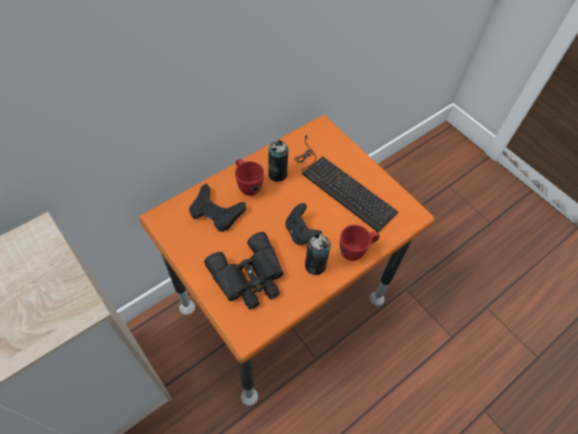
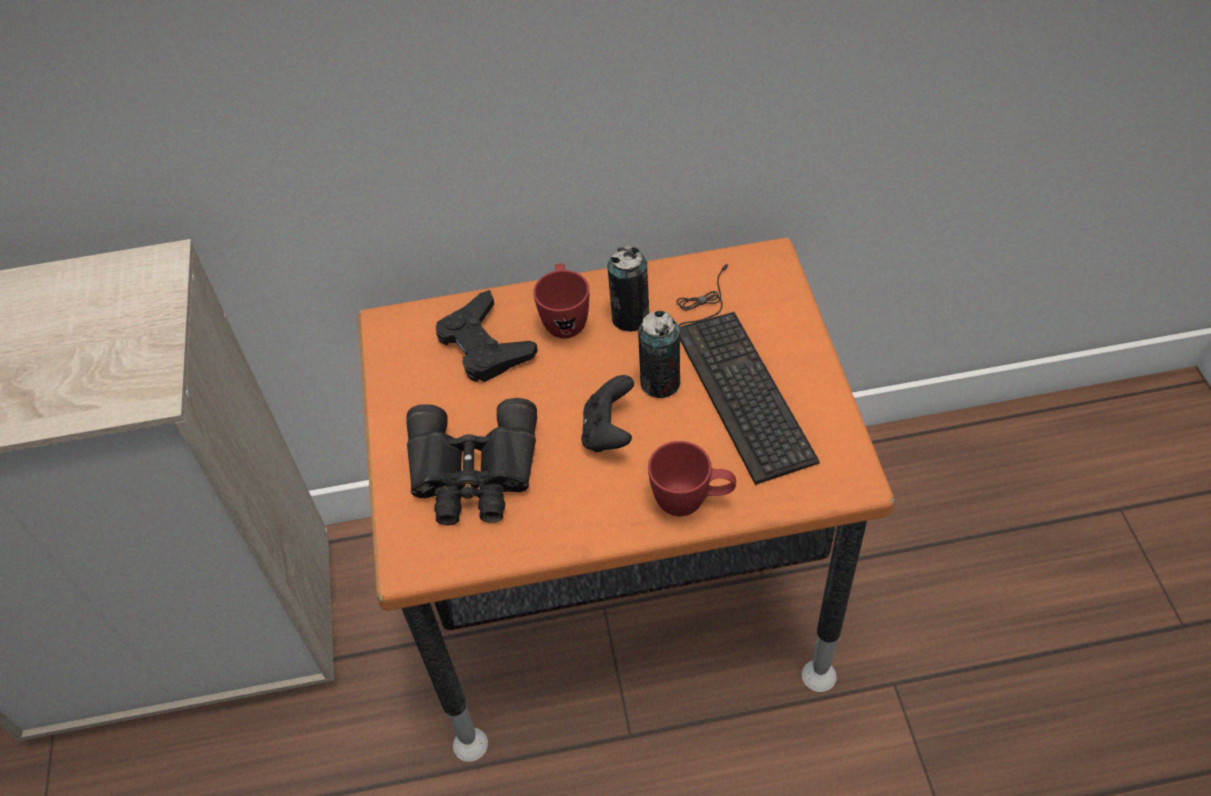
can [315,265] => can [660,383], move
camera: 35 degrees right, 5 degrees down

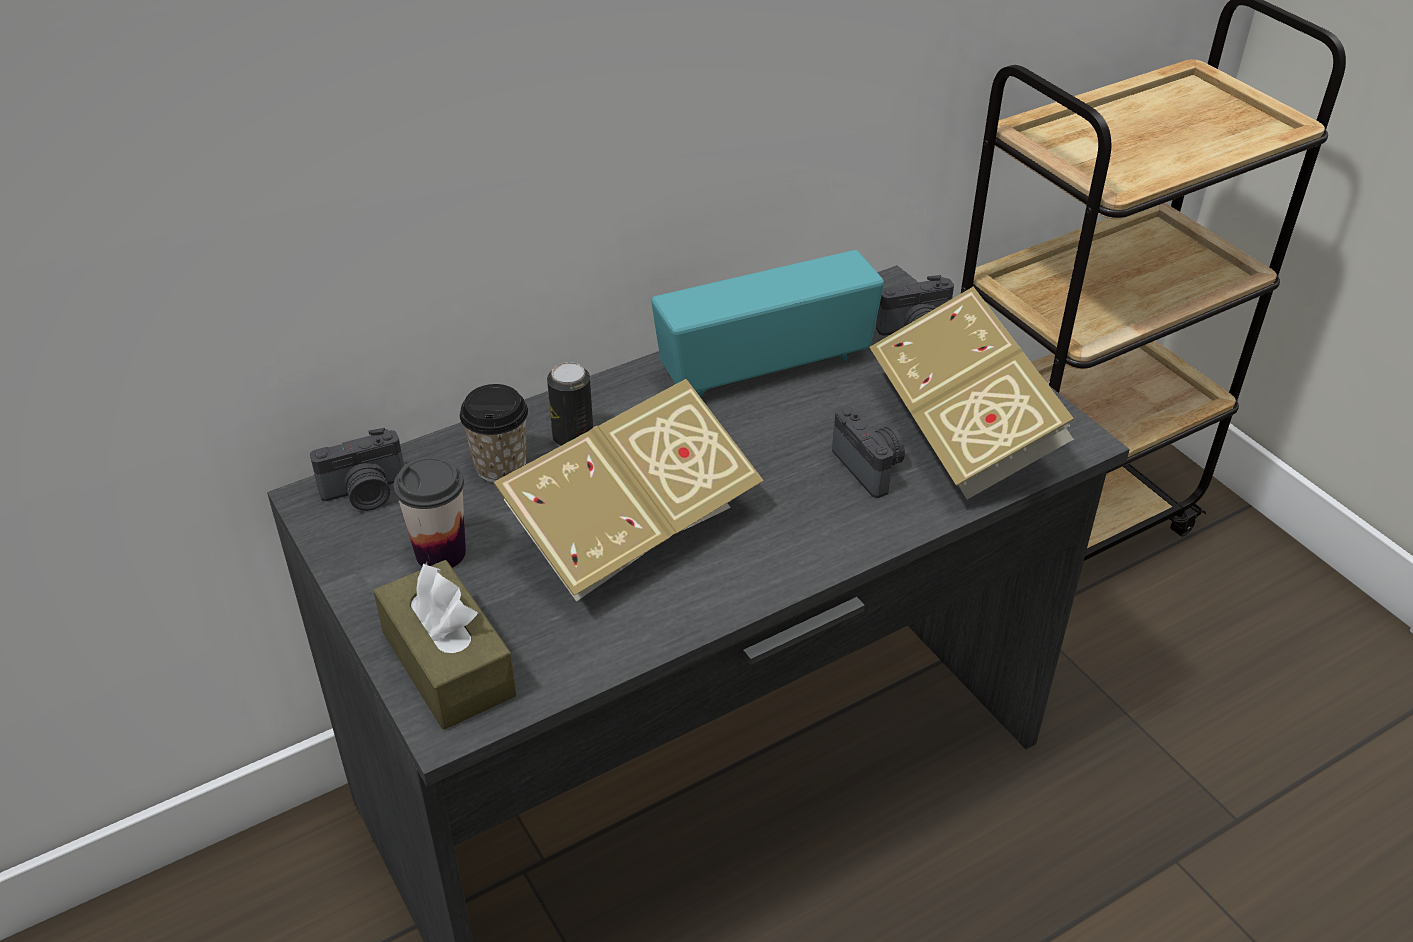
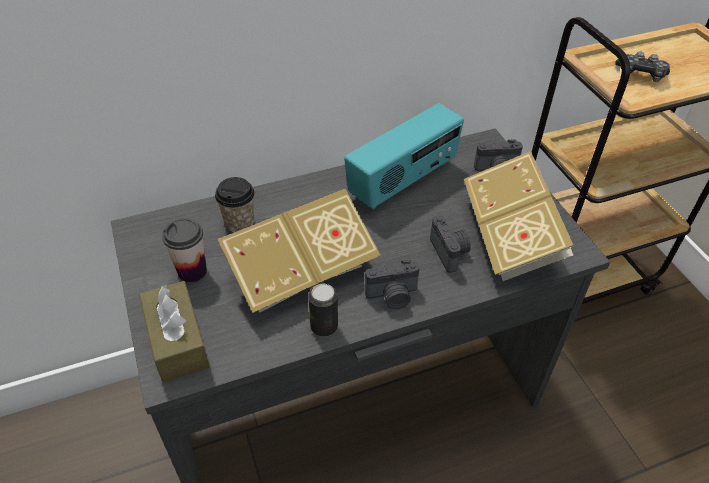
can [573,437] => can [324,326], move
radio_set [764,366] => radio_set [403,181], 150 degrees clockwise
still_camera [366,493] => still_camera [392,296], move
nothing => game_controller [640,75]
camera: 10 degrees right, 5 degrees up

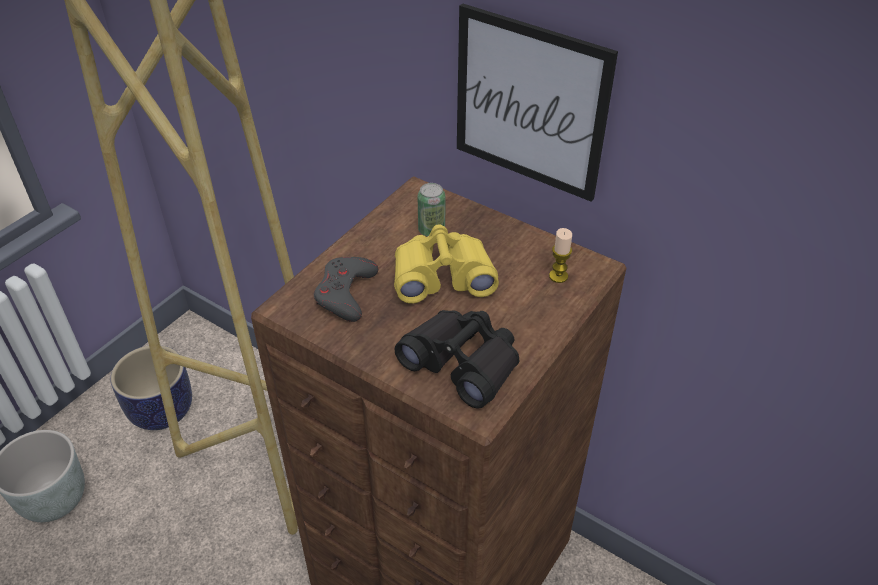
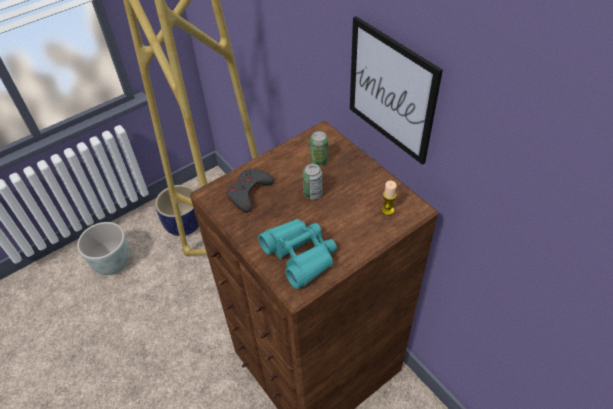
blackish_binoculars [463,363] => turquoise_binoculars [300,256]
yellowish_binoculars [442,276] => can [313,194]
camera: 20 degrees right, 5 degrees up

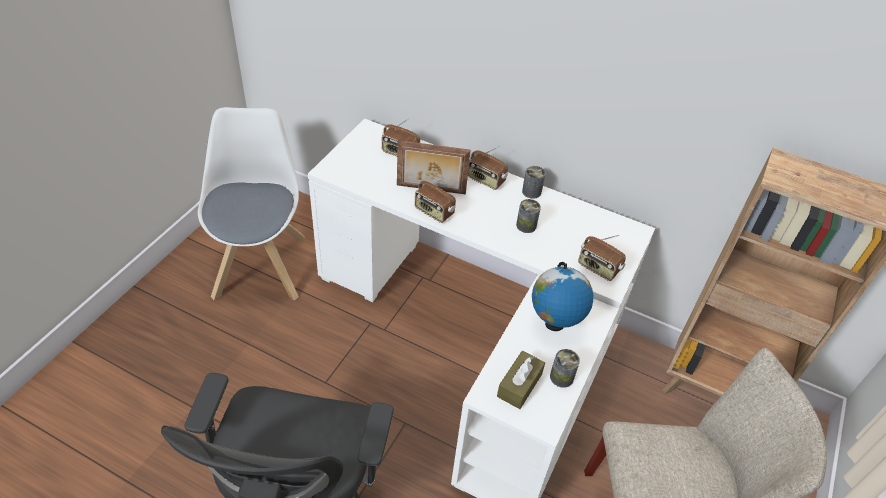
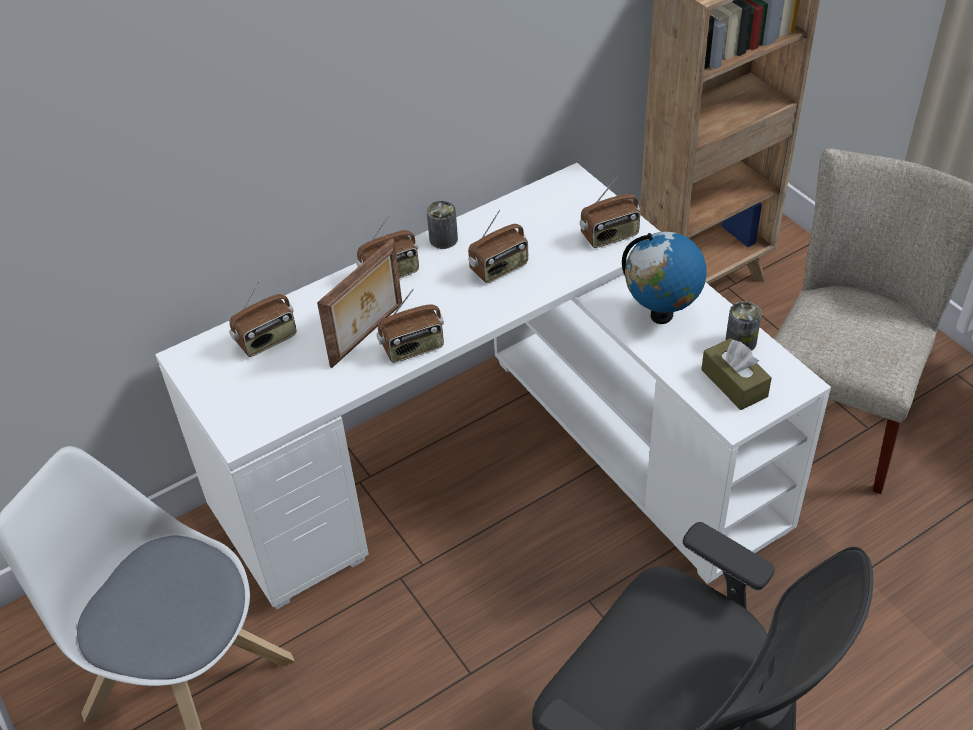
can [526,225] => radio_set [499,269]
camera: 55 degrees left, 0 degrees up

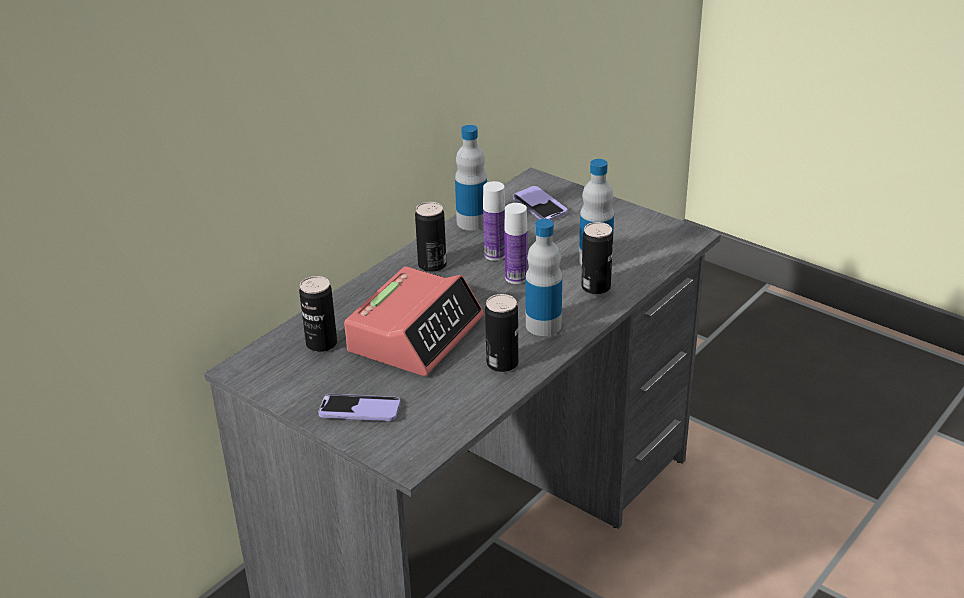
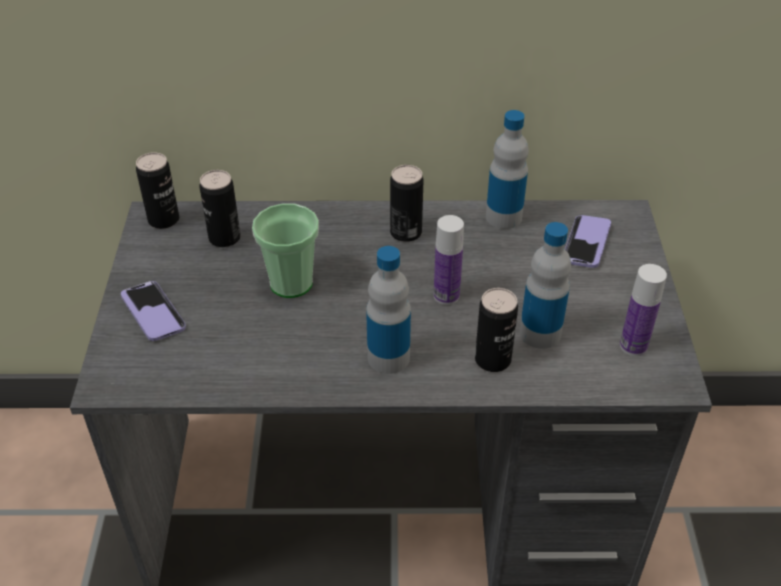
can [502,363] => can [163,220], move
table_clock [416,334] => drinking_cup [291,283]
beverage_bottle [495,255] => beverage_bottle [633,346], move
camera: 50 degrees right, 10 degrees up

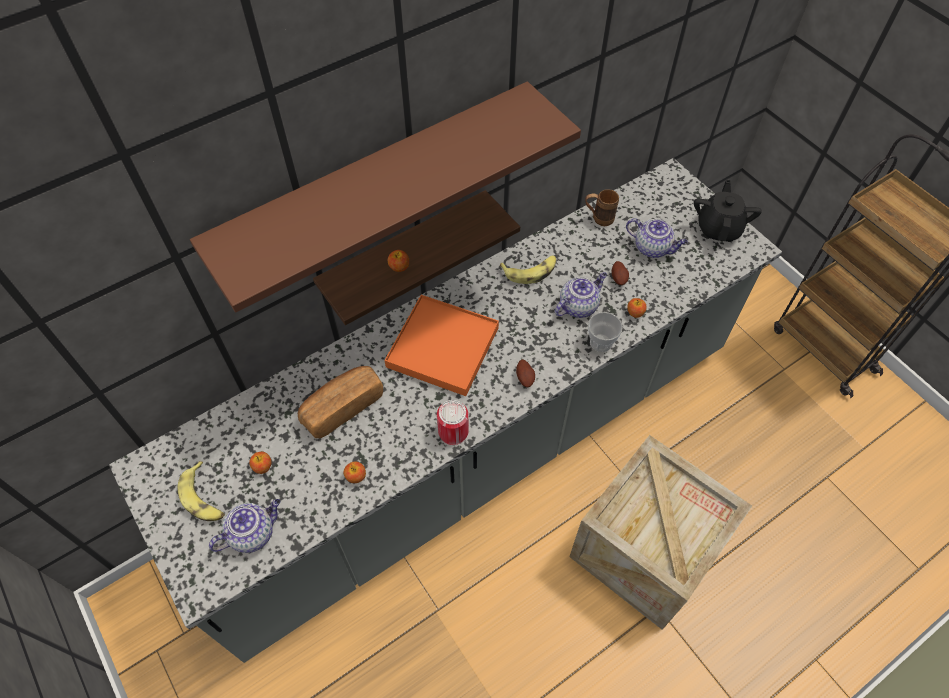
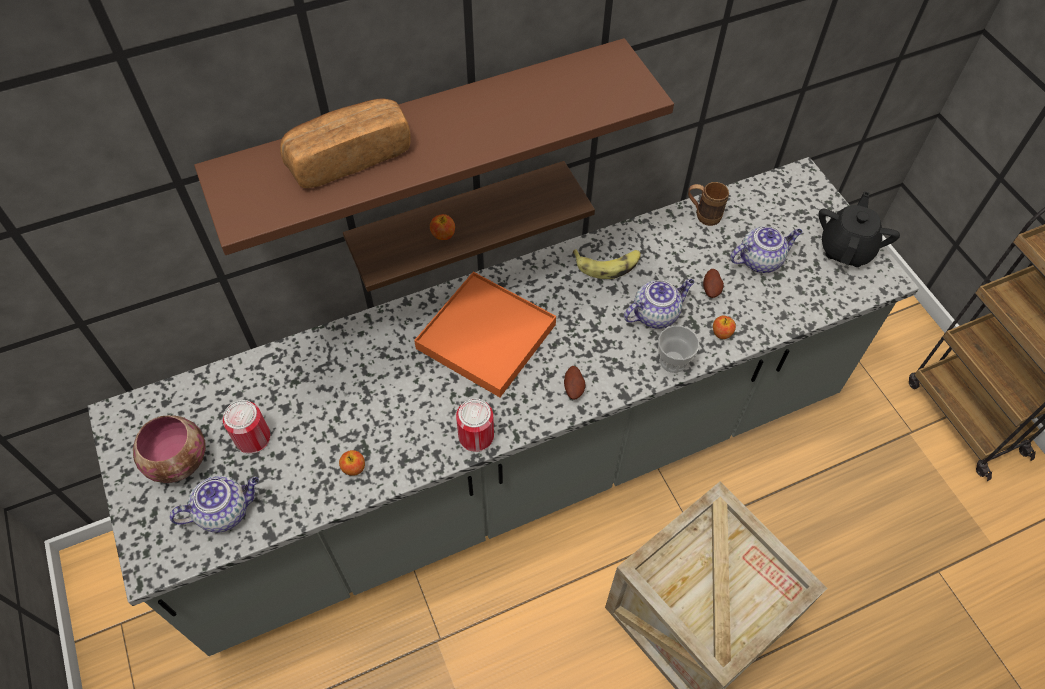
whole_banana [204,498] => serving_bowl [180,461]
whole_apple [263,466] => can [253,438]
bread [342,407] => bread [349,157], move
tea_pot [653,248] => tea_pot [760,260], 60 degrees counterclockwise
camera: 10 degrees right, 0 degrees up

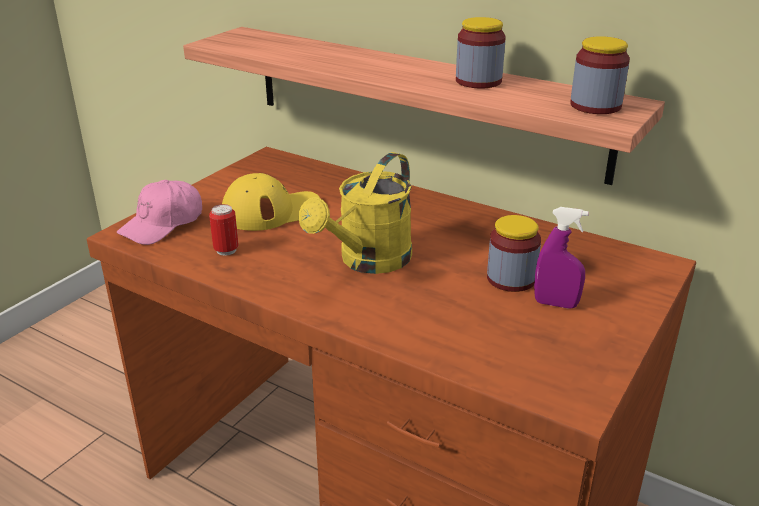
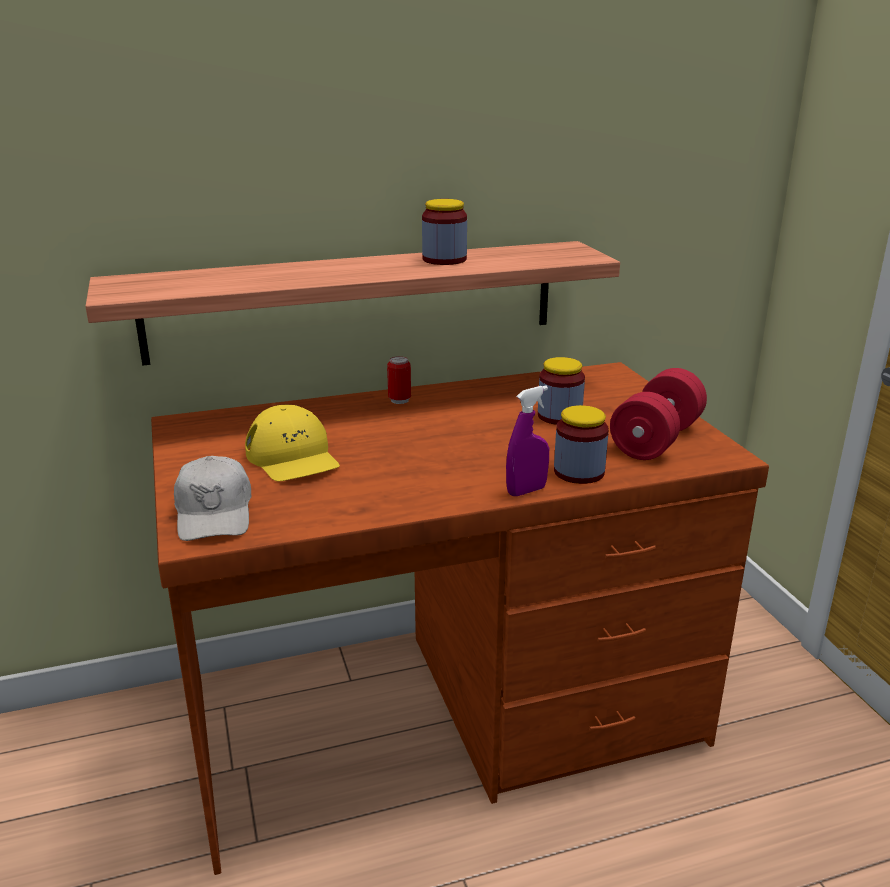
pink_baseball_cap [163,224] => white-coloured_baseball_cap [215,513]
yellowish_baseball_cap [271,211] => yellowish_baseball_cap [293,457], 135 degrees clockwise
can [226,250] => can [399,400], move
purple_hand_sprayer [555,304] => purple_hand_sprayer [526,491], move
preserve_jar [595,106] => preserve_jar [579,472], move
nothing => red_dumbbell [656,440]
yellowish_watering_pot [368,261] => nothing
camera: 50 degrees left, 5 degrees down

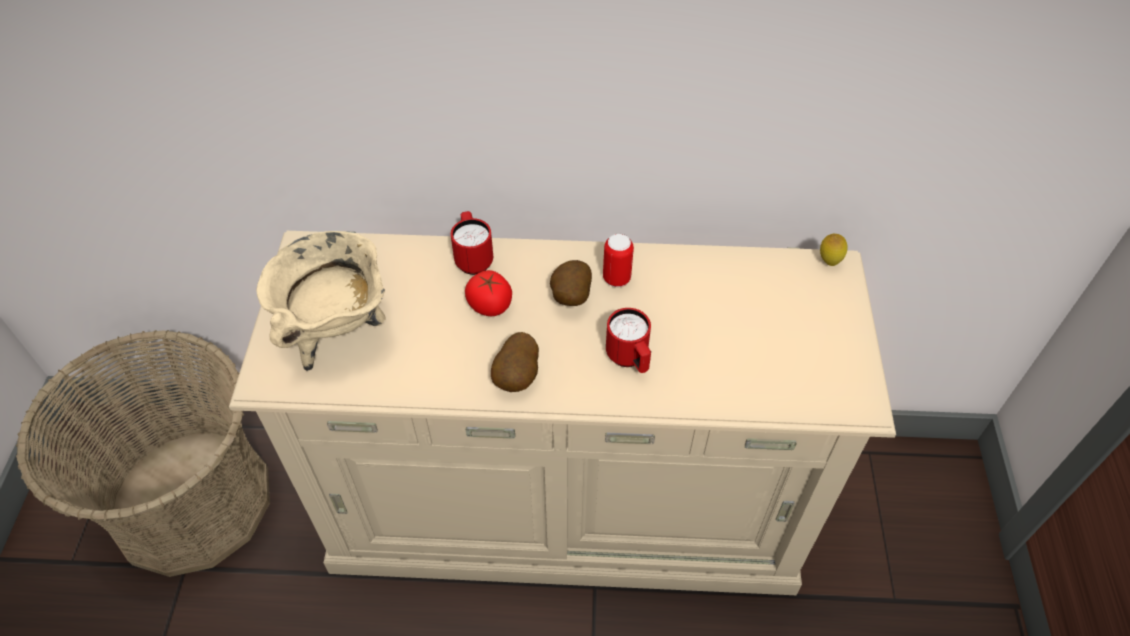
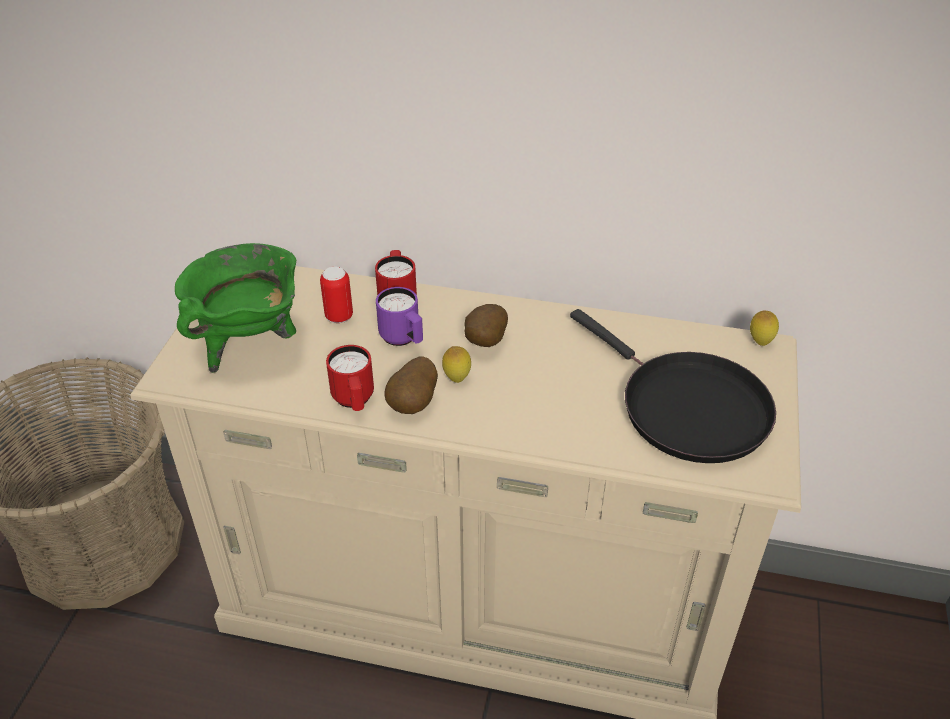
sand-coloured_cooking_pot [338,331] => green-coloured_cooking_pot [250,343]
can [616,278] => can [339,316], move
red_tea_mug [629,359] => red_tea_mug [354,401], move
tomato [490,305] => purple_tea_mug [403,339]
nothing => lemon [457,378]
nothing => blackish_pan [686,408]
camera: 10 degrees right, 10 degrees down

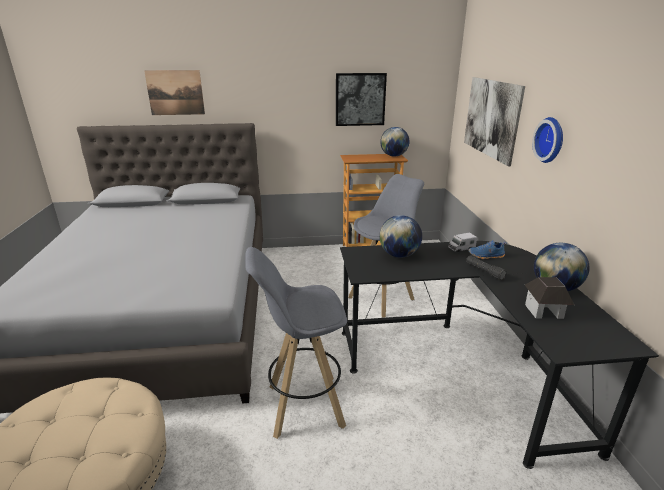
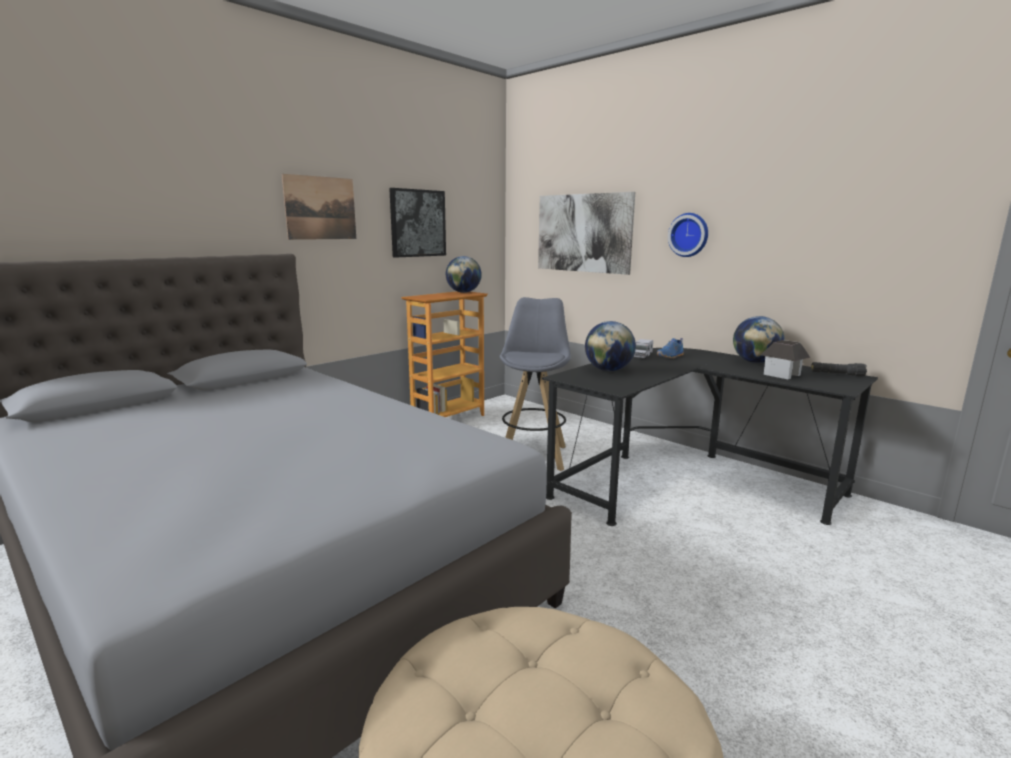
wall_picture [175,92] => wall_picture [320,208], move
blackish_flashlight [484,271] => blackish_flashlight [837,374], move
grey_sitting_stool [302,405] => nothing
camera: 40 degrees left, 10 degrees down

